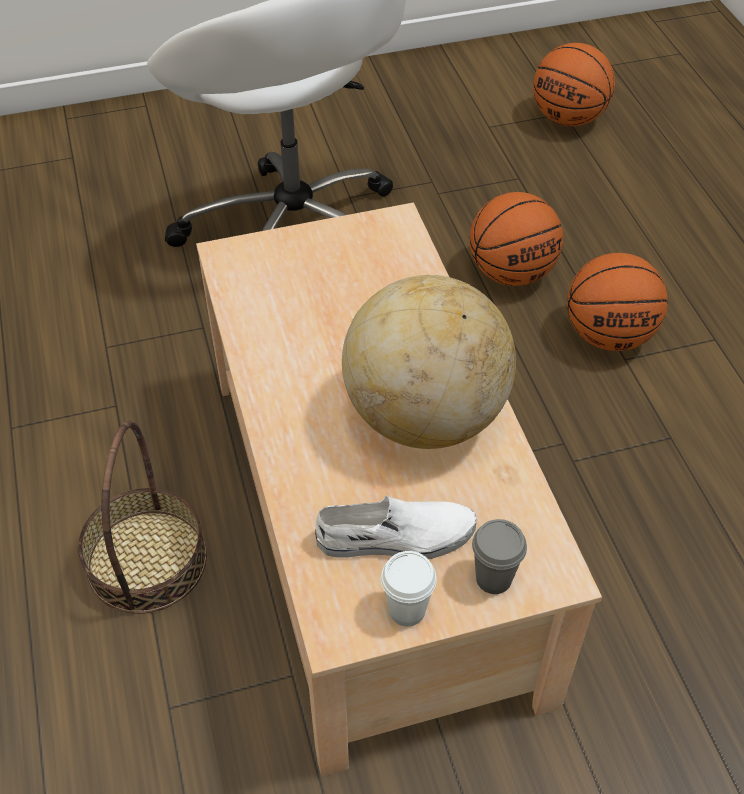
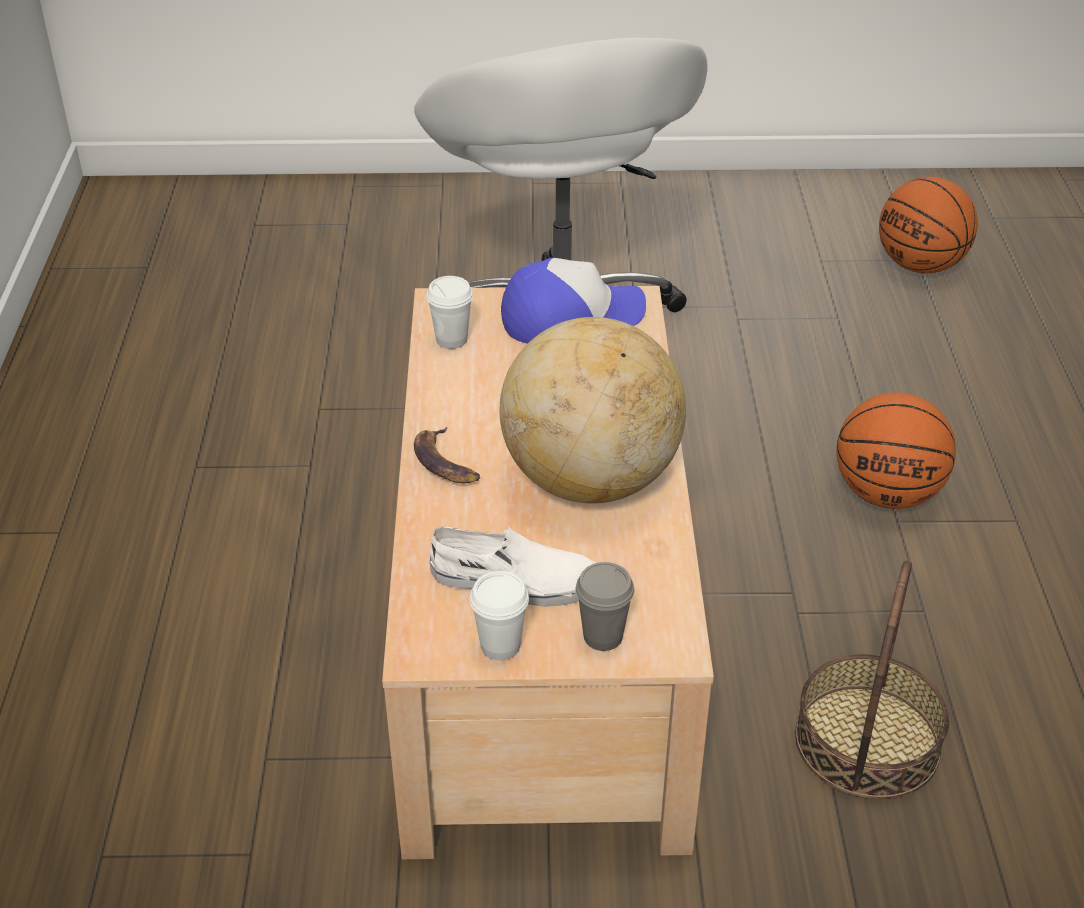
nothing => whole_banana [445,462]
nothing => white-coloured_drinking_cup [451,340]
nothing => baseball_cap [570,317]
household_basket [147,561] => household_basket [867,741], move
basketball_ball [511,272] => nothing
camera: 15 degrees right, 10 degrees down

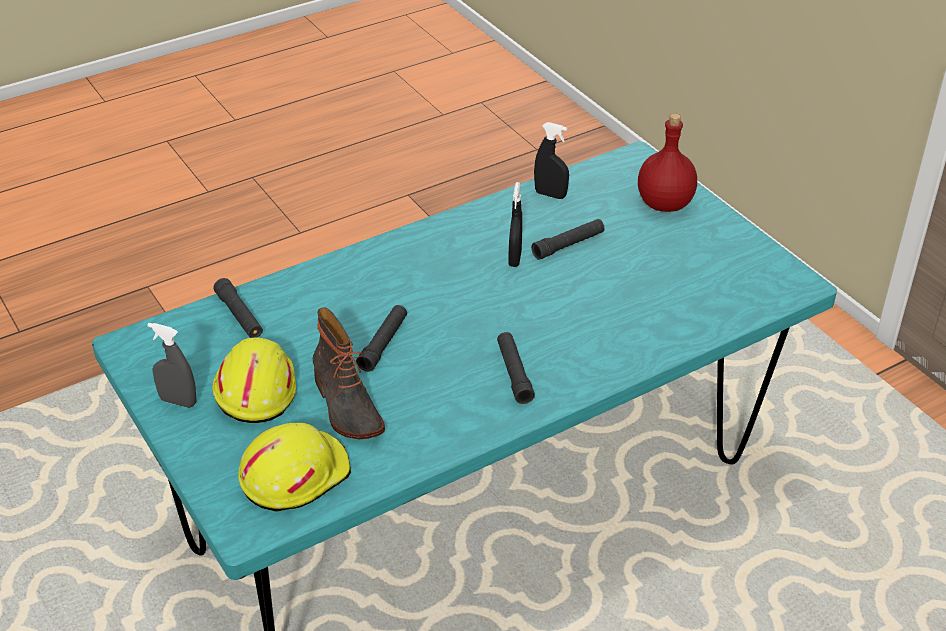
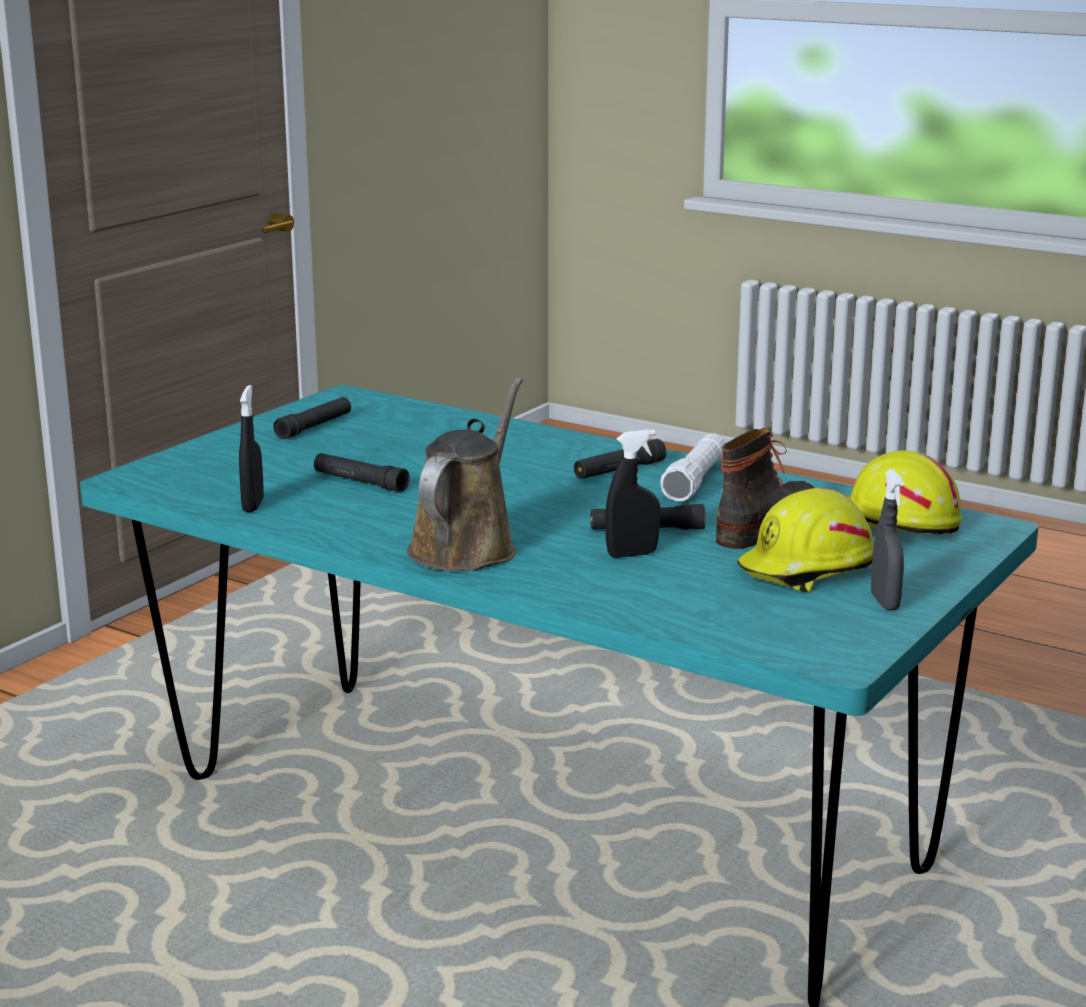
blackish_flashlight [239,316] => blackish_flashlight [314,427], move
nothing => brown-coloured_watering_pot [466,547]
blackish_hand_sprayer [515,258] => blackish_hand_sprayer [632,554], move
nothing => white-coloured_flashlight [695,481]
red_beverage_bottle [665,204] => nothing
camera: 115 degrees left, 20 degrees down

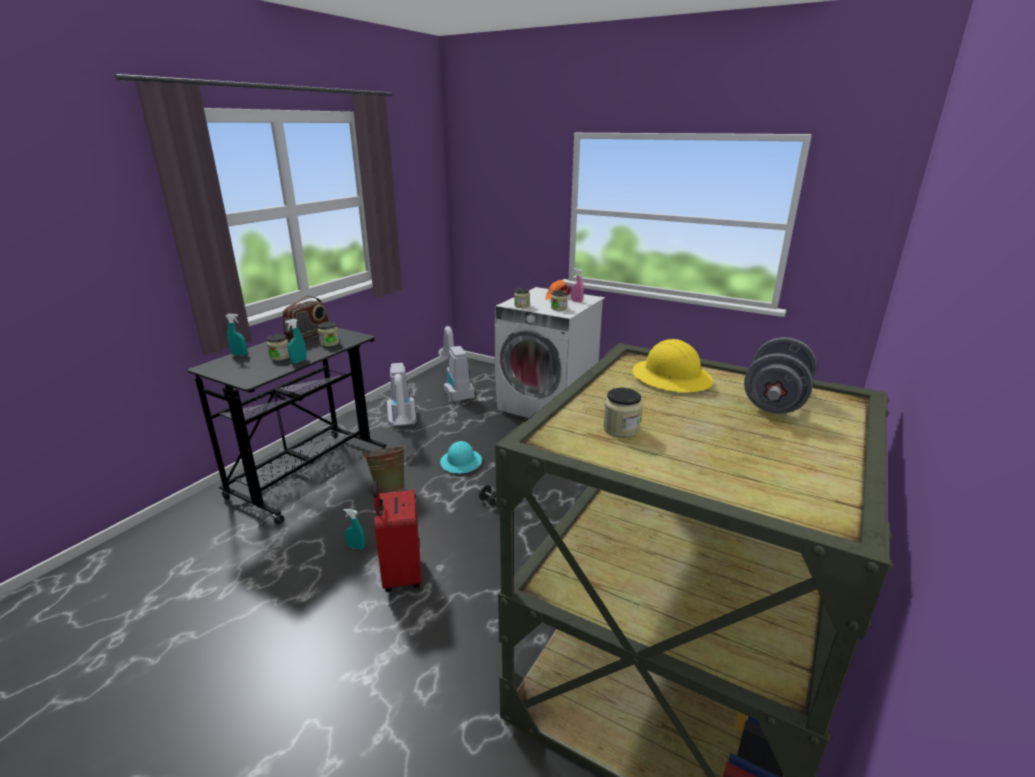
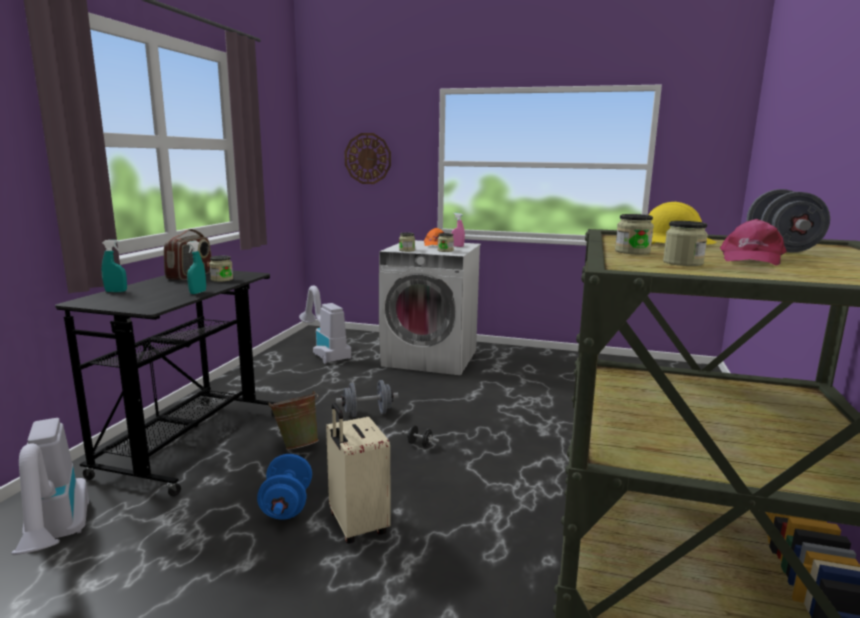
vacuum [403,426] => vacuum [56,539], move
turquoise_hand_sprayer [356,547] => blue-coloured_dumbbell [286,505]
red_suitcase [401,575] => sand-coloured_suitcase [356,525]
turquoise_work_helmet [461,462] => grey_dumbbell [367,413]
nothing => hanging_clock [368,158]
preserve_jar [280,357] => preserve_jar [632,251], move
nothing => pink_baseball_cap [750,258]
camera: 15 degrees left, 10 degrees down

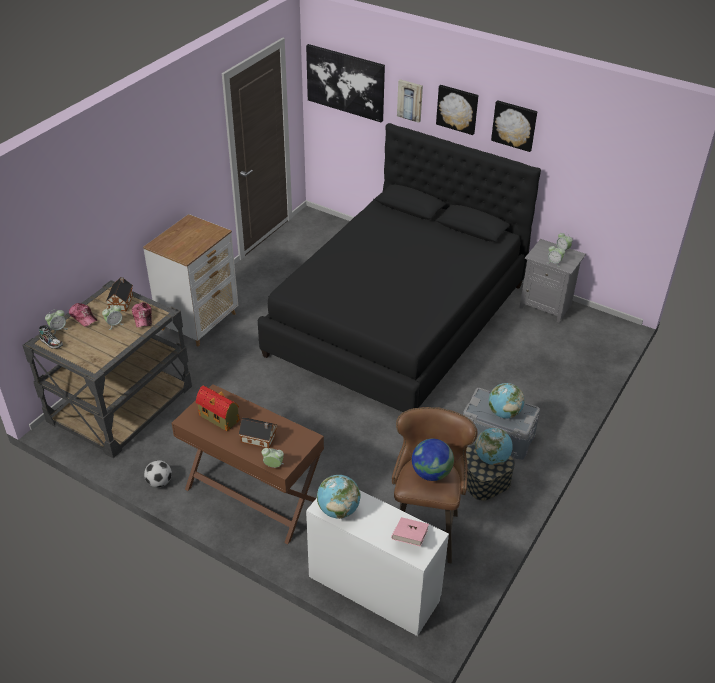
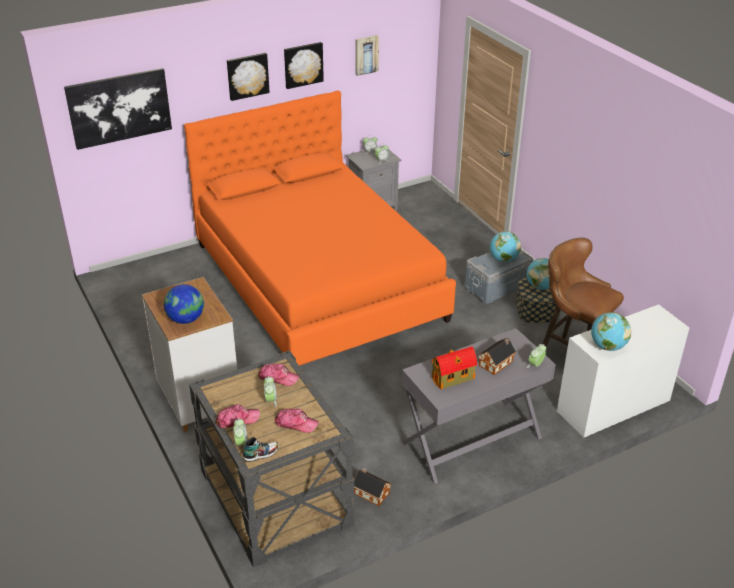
world_globe [431,473] => world_globe [186,319], move
blackish_bedroom_bed [398,319] => orangey_bedroom_bed [318,281]
nothing => baseball_cap [296,423]
model_house [121,301] => model_house [370,492], move
wall_picture [410,100] => wall_picture [366,54], move
brown-coloured_hall_table [253,495] => grey_hall_table [472,440]
ball_for_football [159,482] => nothing
pink_volume [409,537] => nothing
camera: 60 degrees left, 5 degrees down

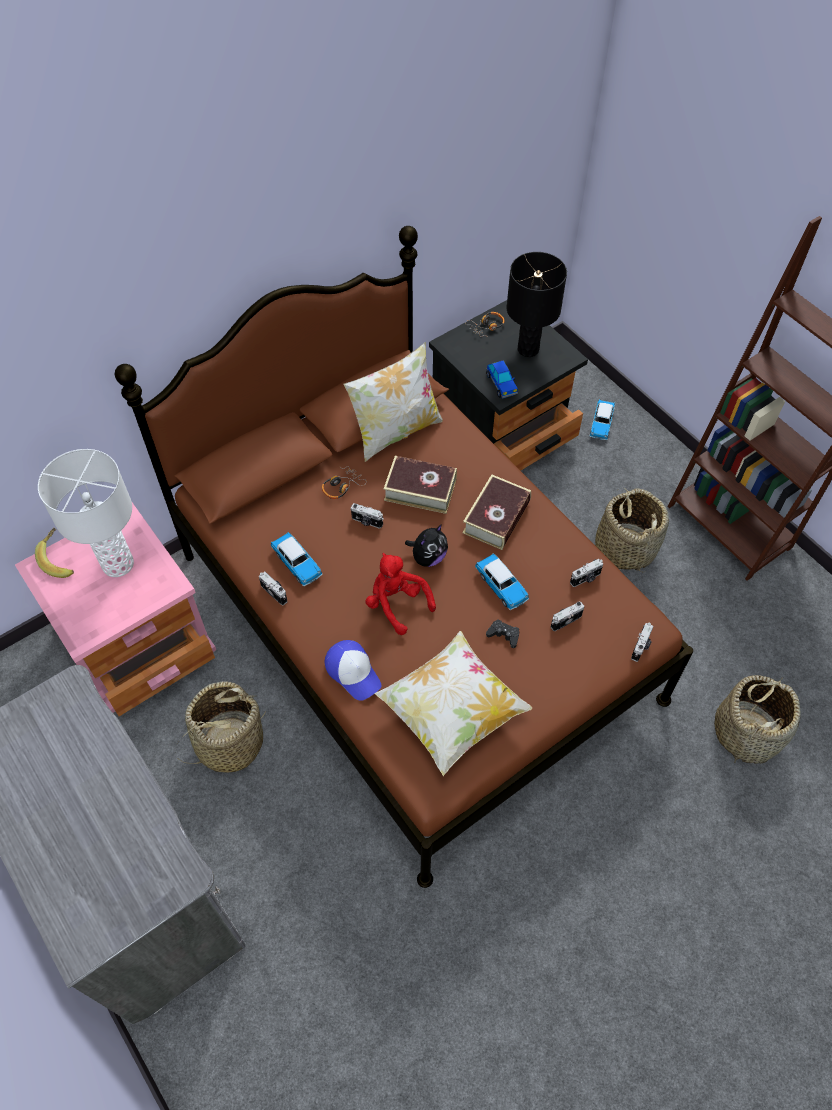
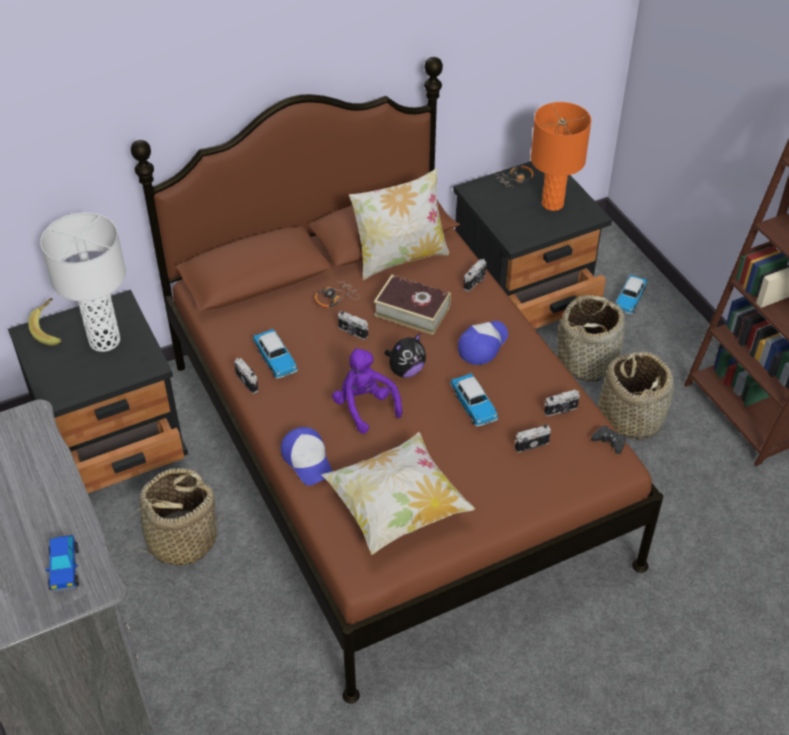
pink_night_table [140,643] => blackish_night_table [114,438]
model_car [501,384] => model_car [64,569], move
red_cuddly_toy [397,604] => purple_cuddly_toy [365,406]
volume [496,517] => baseball_cap [482,345]
still_camera [641,647] => still_camera [475,282], move
blackish_lamp_for_a_table [528,349] => orangey_lamp_for_a_table [553,203]
household_basket [747,732] => household_basket [587,360], move
blackish_game_controller [503,635] => blackish_game_controller [609,442], move
camera: 10 degrees right, 10 degrees down

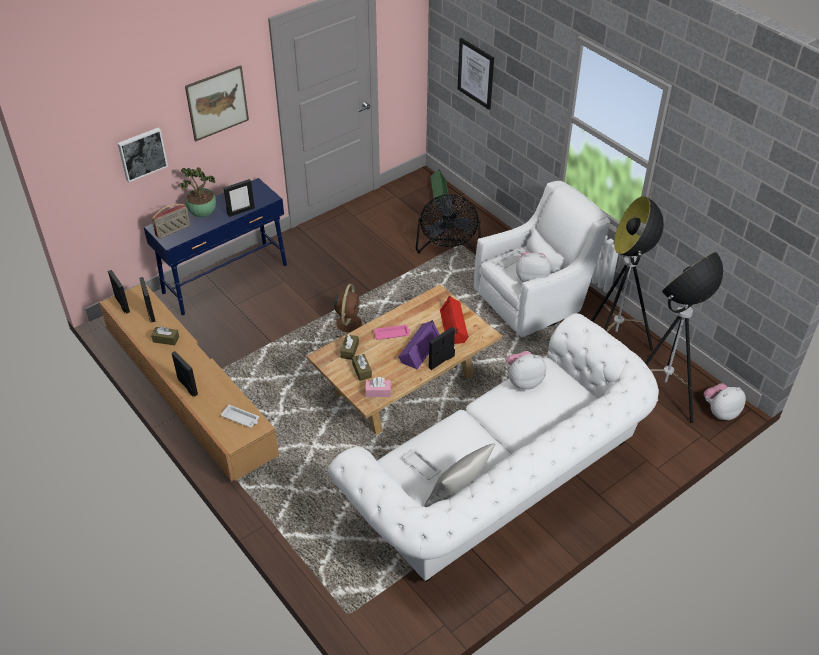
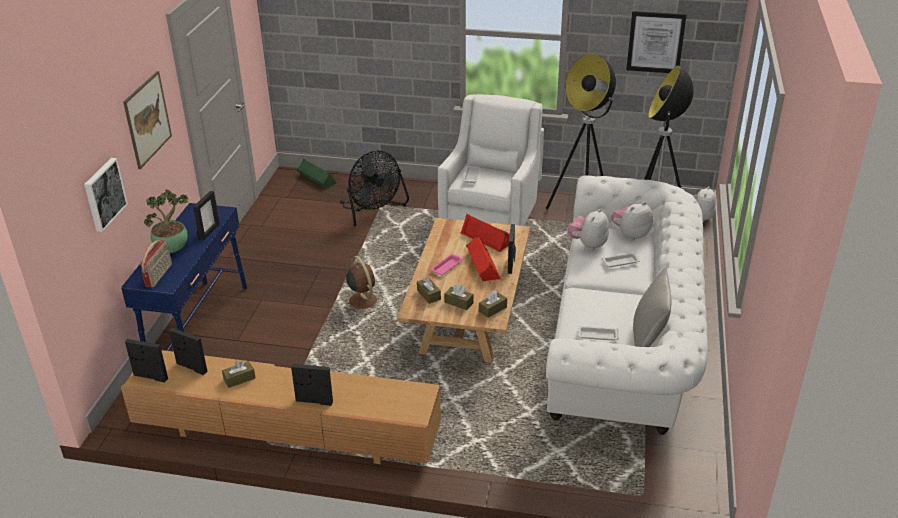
purple_loudspeaker [418,348] => red_loudspeaker [482,265]
pink_tissue_box [378,392] => brown-coloured_tissue_box [492,309]
white-coloured_carrying_tray [241,418] => white-coloured_carrying_tray [621,262], move
cuddly_toy [531,279] => cuddly_toy [630,235], move
wall_picture [476,73] => wall_picture [655,42], move
camera: 40 degrees left, 10 degrees down

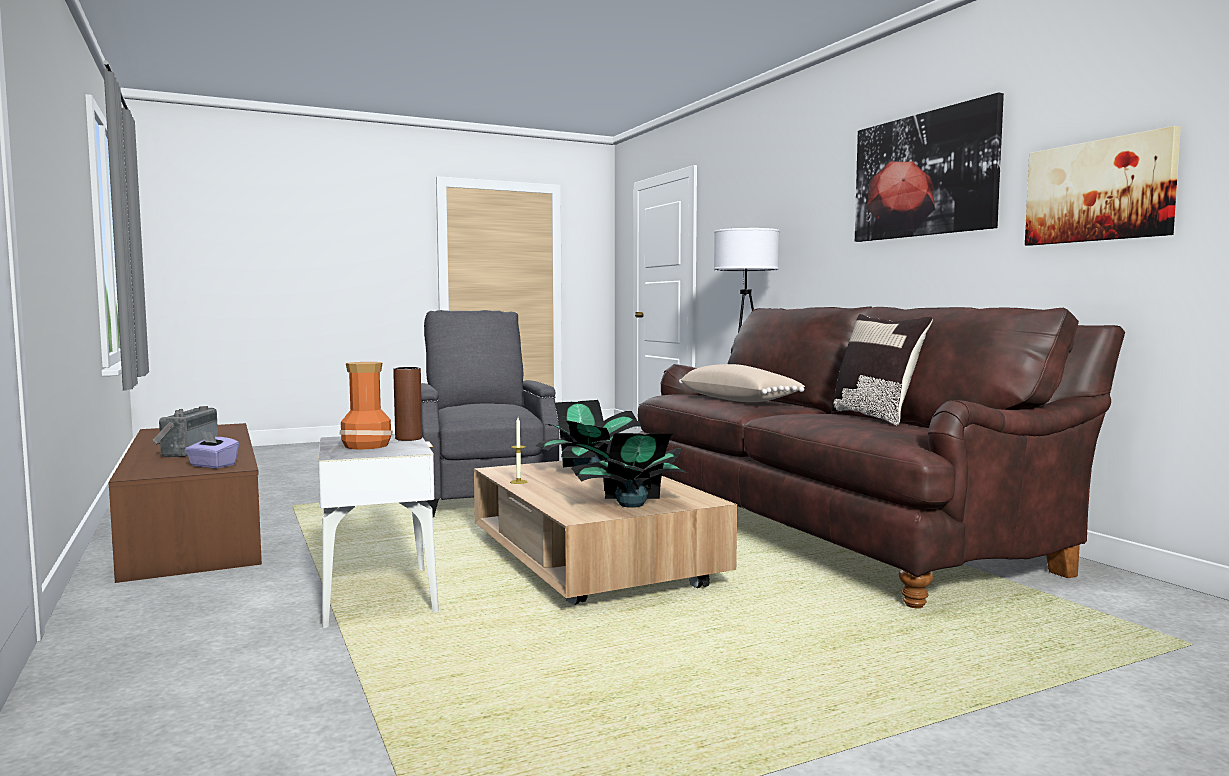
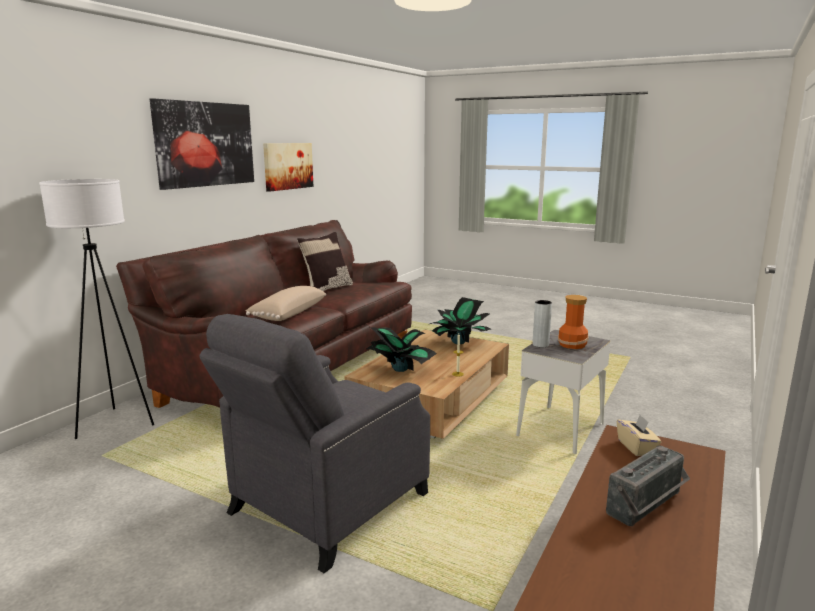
brown-coloured_vase [408,438] => grey_vase [540,344]
purple_tissue_box [212,465] => sand-coloured_tissue_box [636,447]
camera: 125 degrees left, 10 degrees up

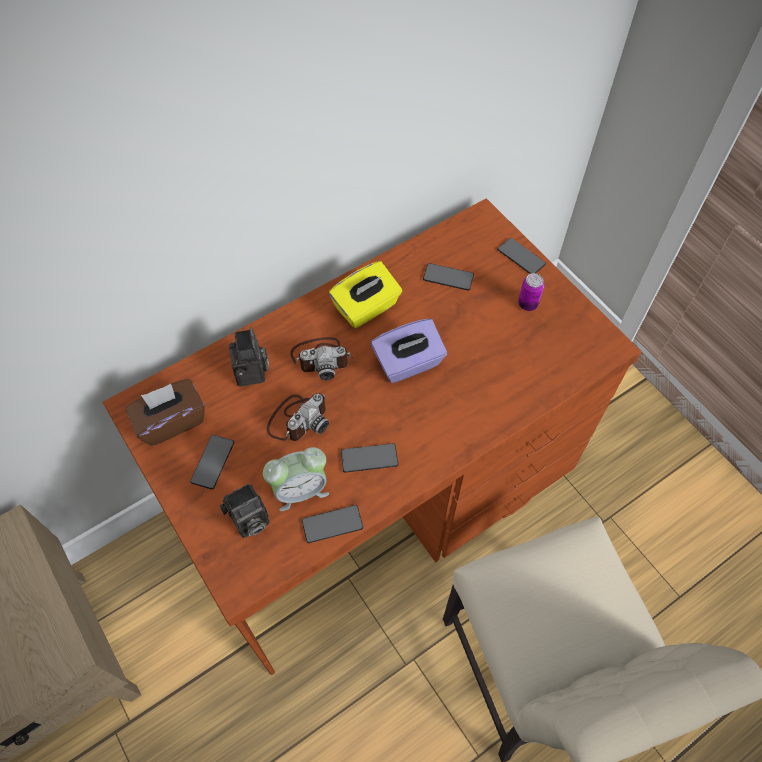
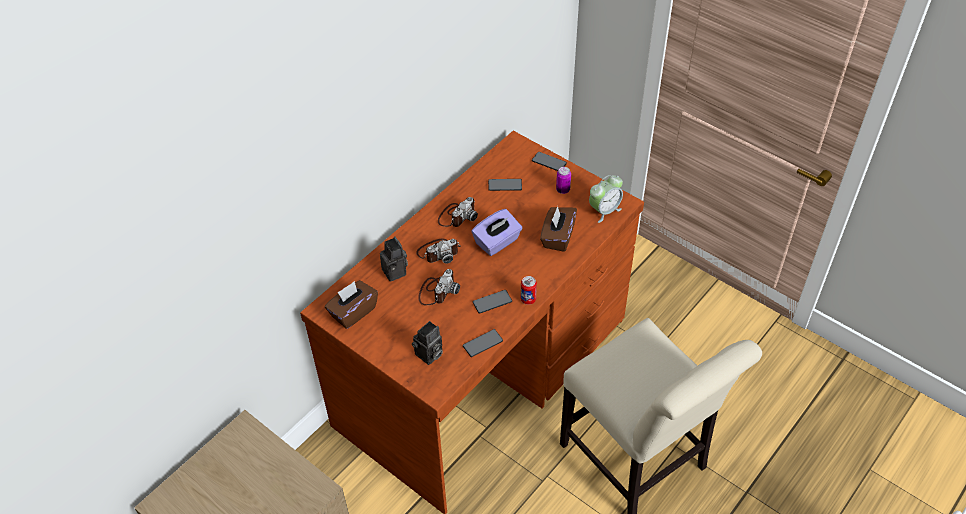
yellowish_tissue_box [366,308] => still_camera [457,216]
nothing => can [528,299]
nothing => brown-coloured_tissue_box [557,237]
table_clock [300,490] => table_clock [604,210], move
telephone [213,462] => nothing
camera: 15 degrees left, 10 degrees down

